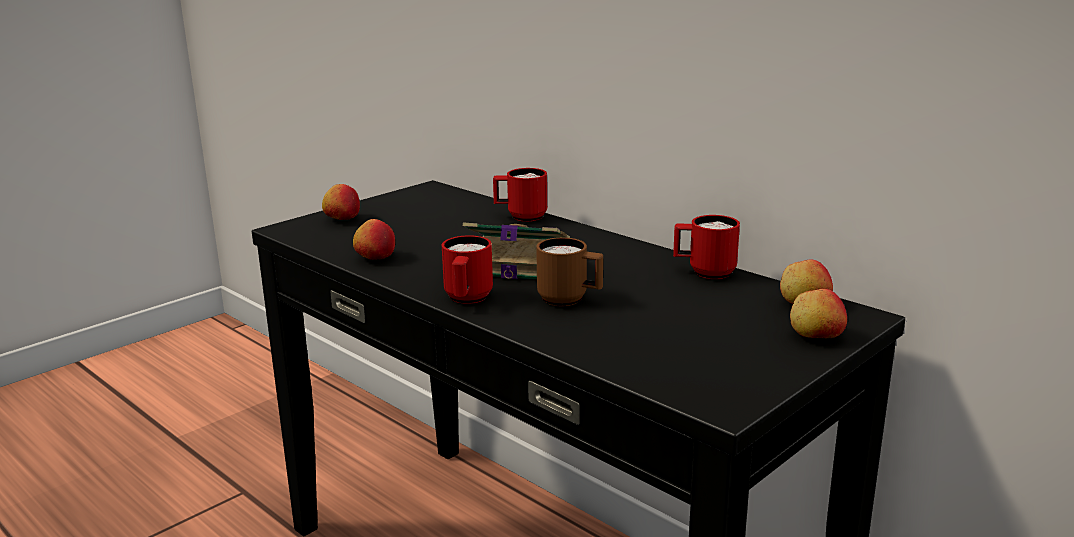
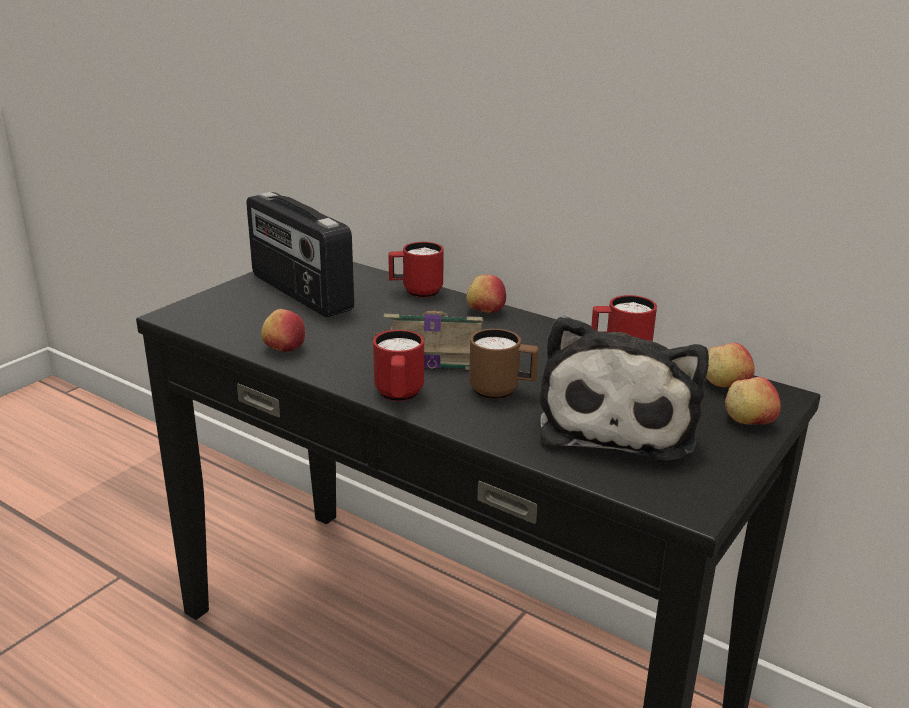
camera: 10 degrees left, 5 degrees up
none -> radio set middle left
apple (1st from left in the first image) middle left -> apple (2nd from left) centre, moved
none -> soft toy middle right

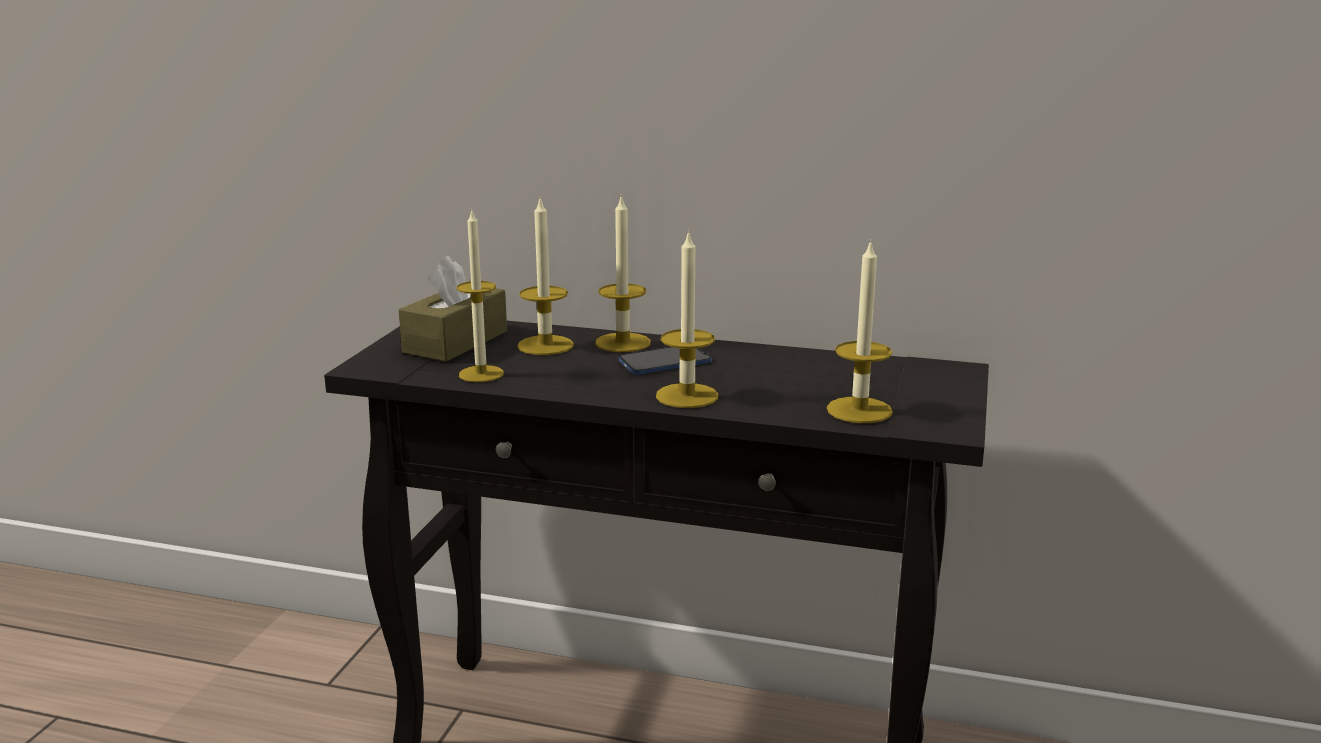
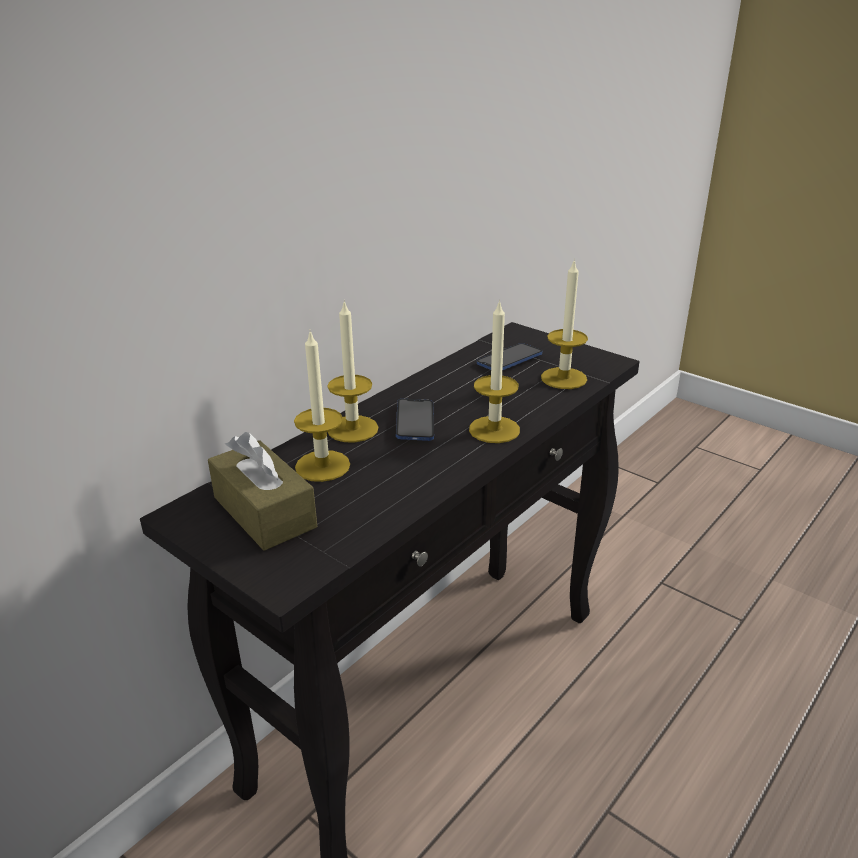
camera: 65 degrees left, 10 degrees up
none -> phone (2nd from left) centre
candle (1st from left) centre -> none

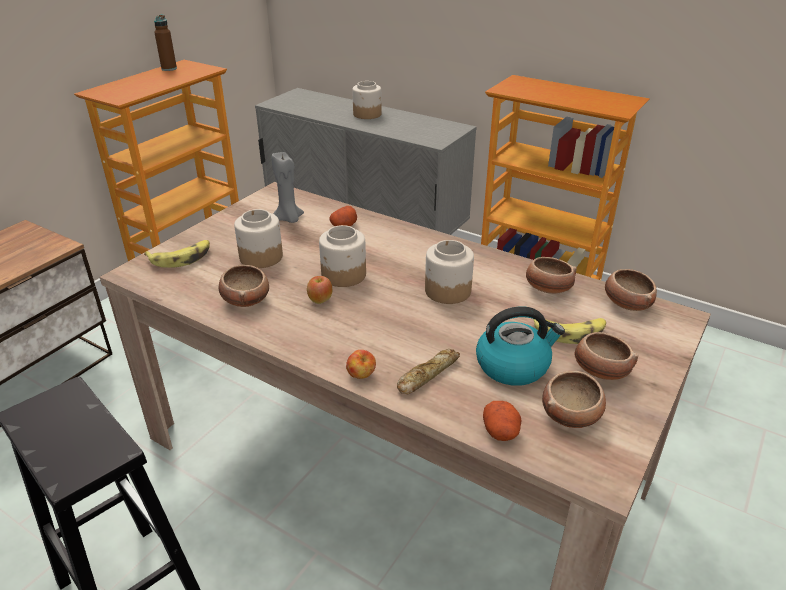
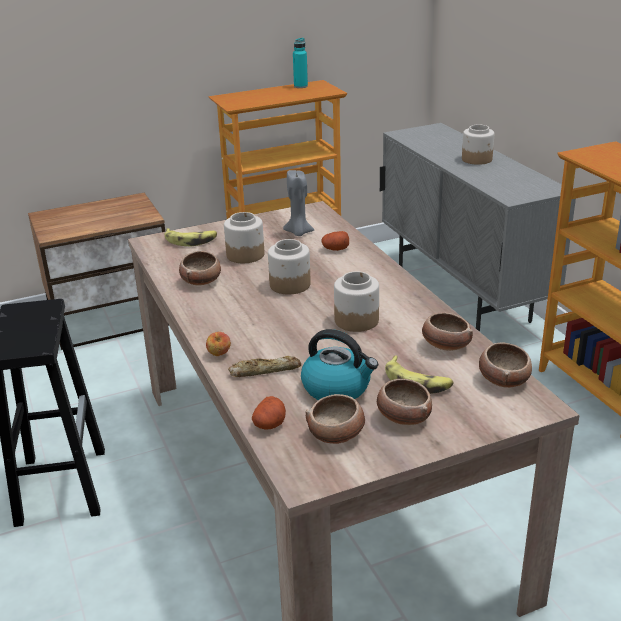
camera: 35 degrees right, 5 degrees down
brownish drink bottle top left -> turquoise drink bottle top centre
apple (1st from left) centre -> none

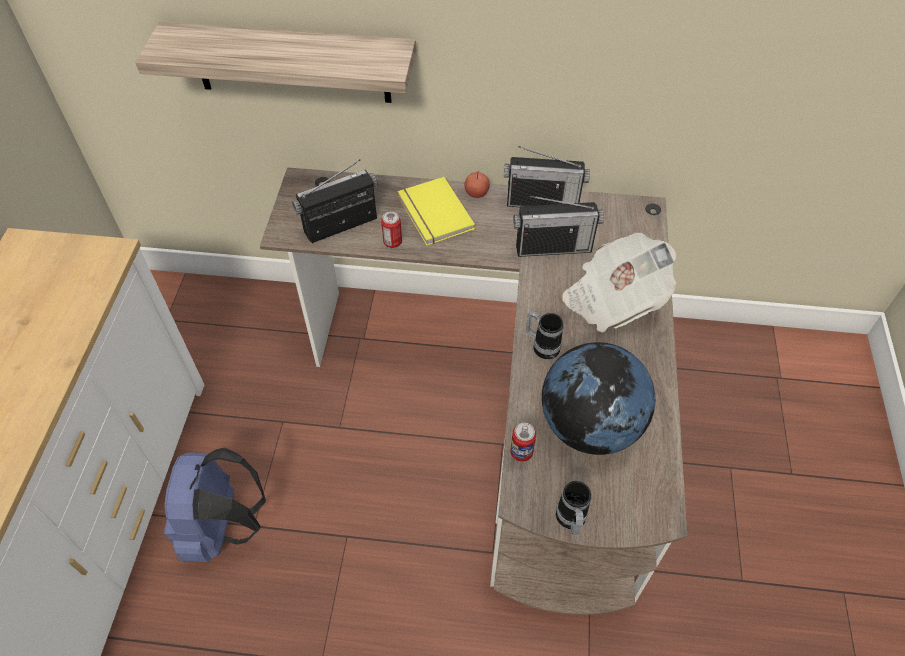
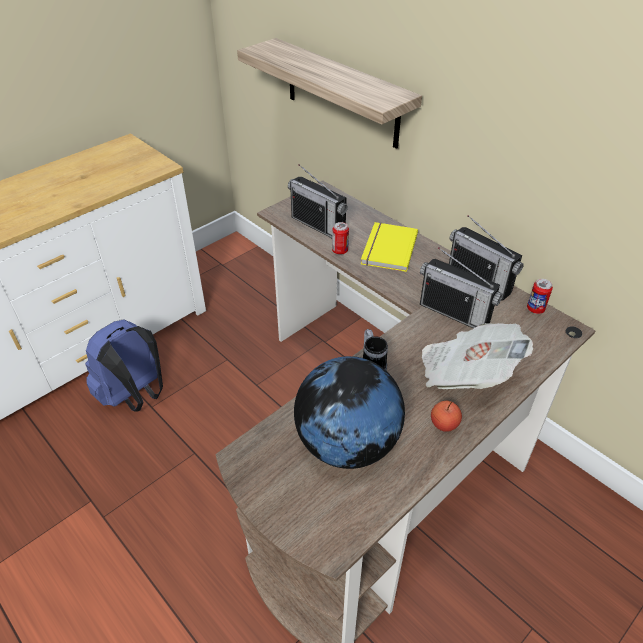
camera: 40 degrees right, 10 degrees down
radio set (1st from left) top centre, 150 degrees counterclockwise
apple top centre -> apple middle right, moved
sealed can (2nd from left) bottom centre -> sealed can (2nd from left) middle right, moved
tea mug (2nd from left) bottom centre -> none

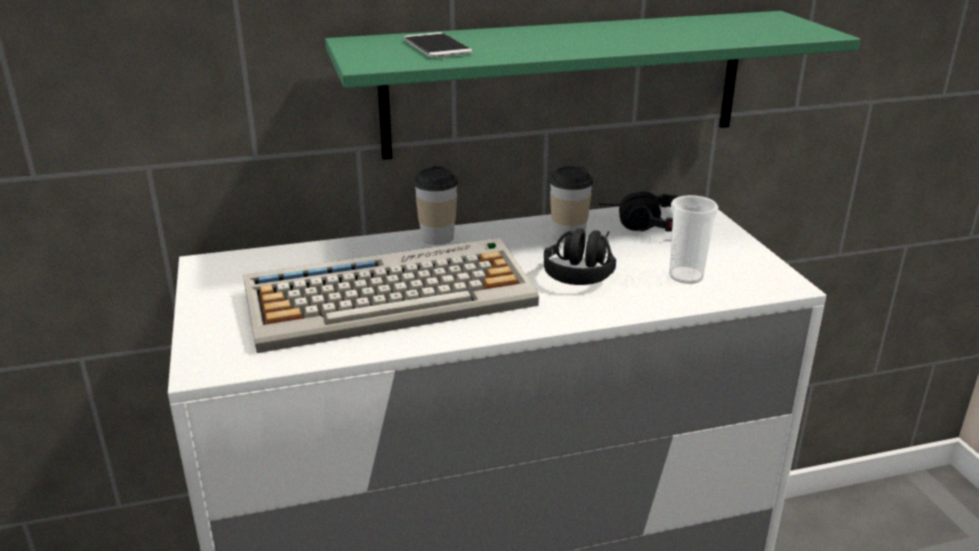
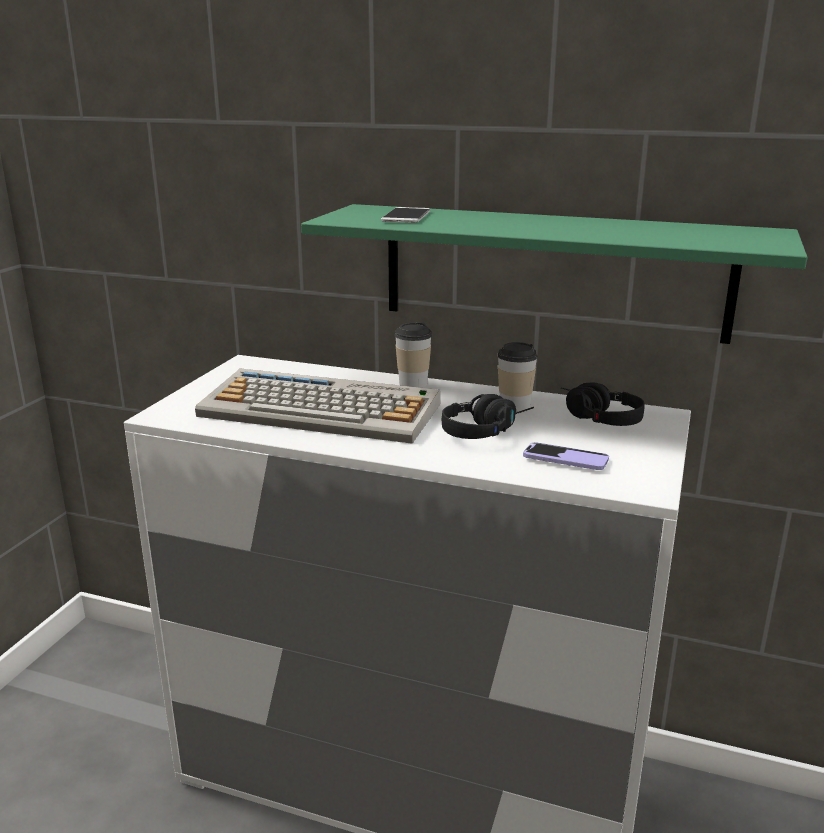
camera: 35 degrees right, 5 degrees down
small cup (3rd from left) middle right -> phone (2nd from left) middle right

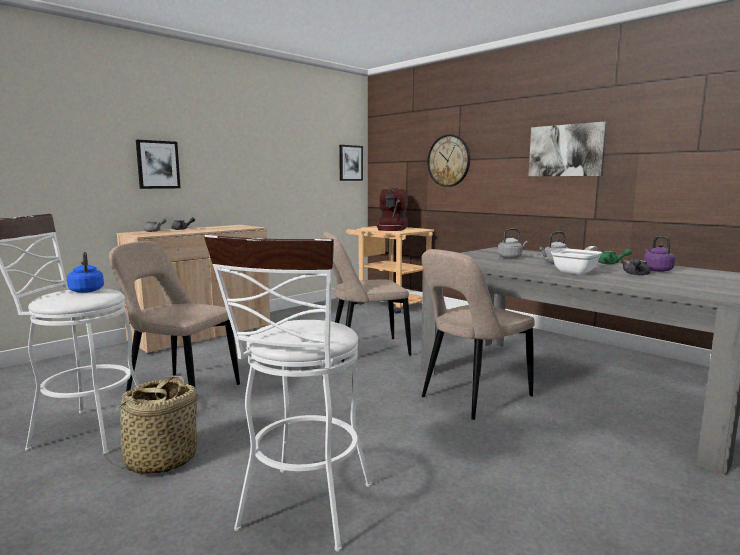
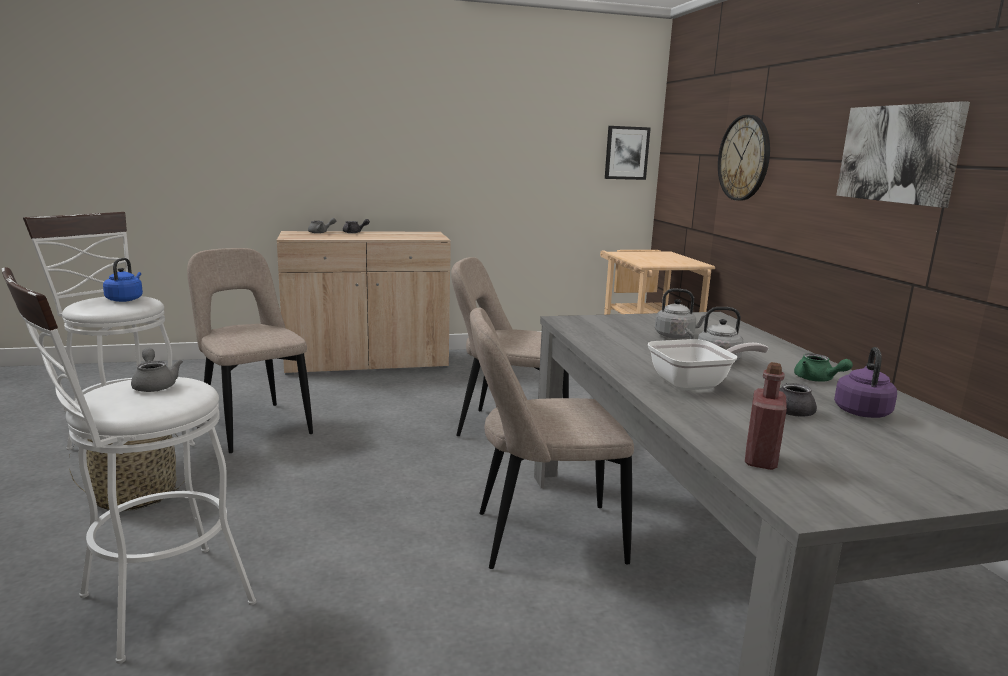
camera: 30 degrees right, 5 degrees up
none -> grey tea pot (1st from left) middle left
none -> red-coloured drink bottle middle right
picture (1st from left) top left -> none
coffee maker centre -> none

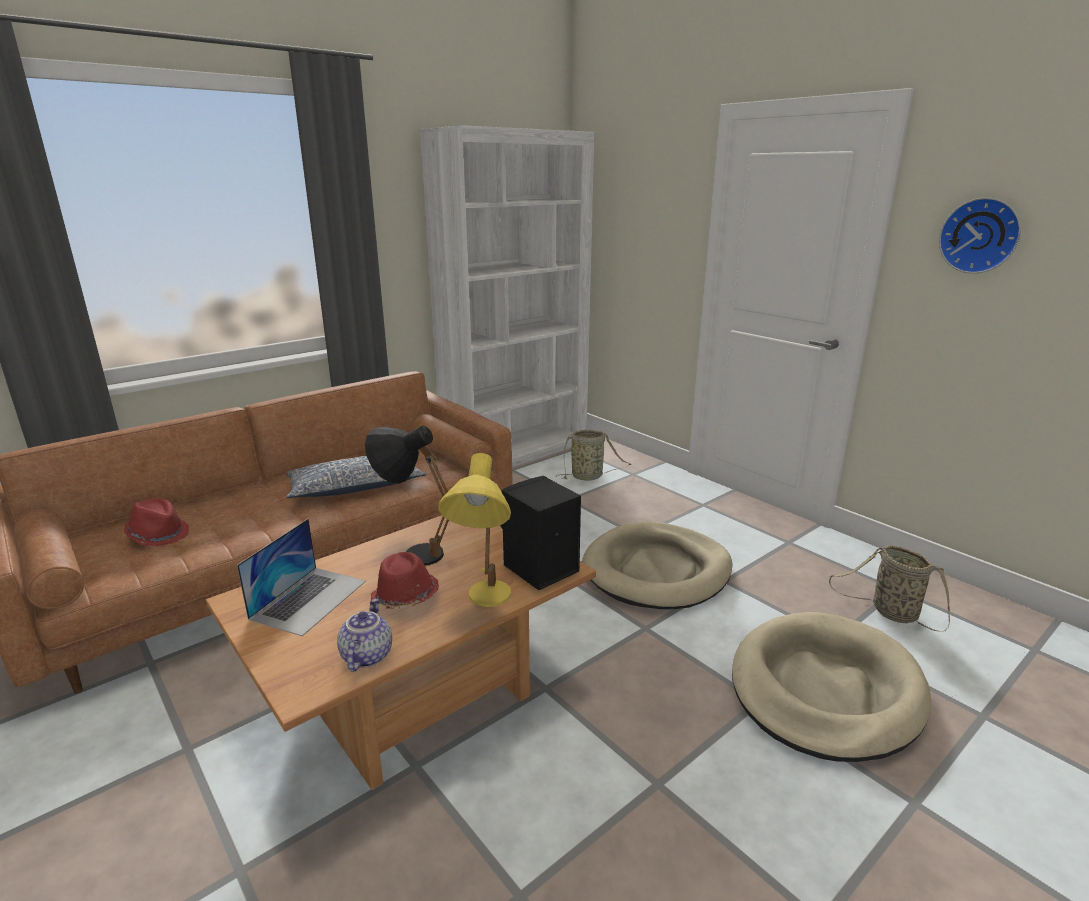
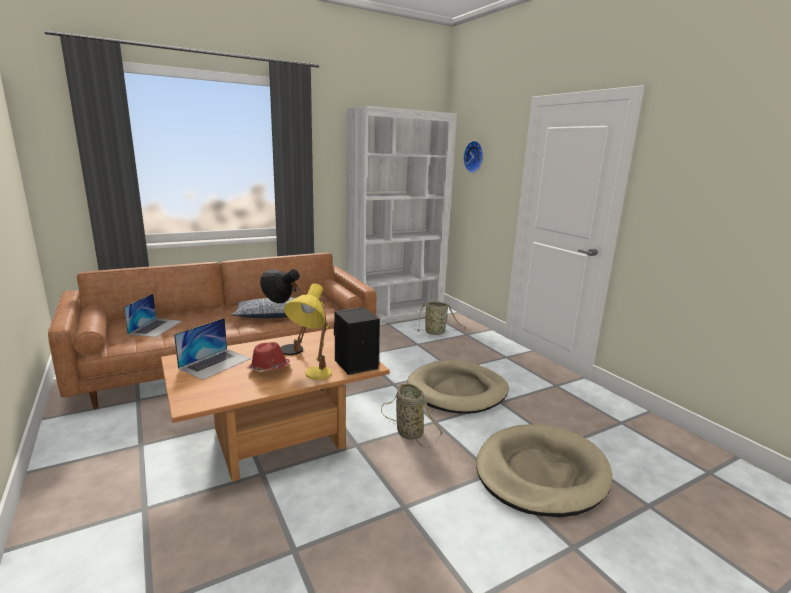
camera: 10 degrees right, 5 degrees down
red-coloured wearable hat (1st from left) middle left -> portable computer (1st from left) middle left
basket (2nd from left in the first image) middle right -> basket (1st from left) bottom centre, moved
hanging clock top right -> hanging clock top centre, moved
tea pot bottom centre -> none

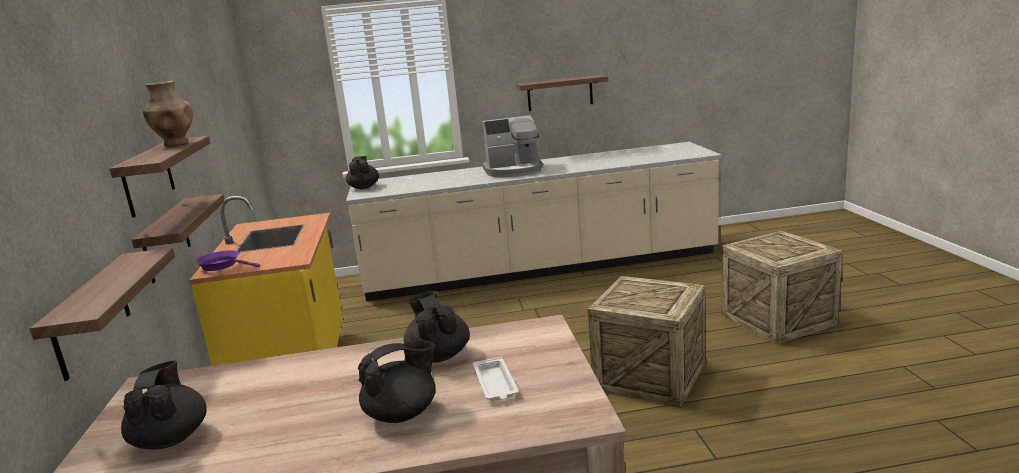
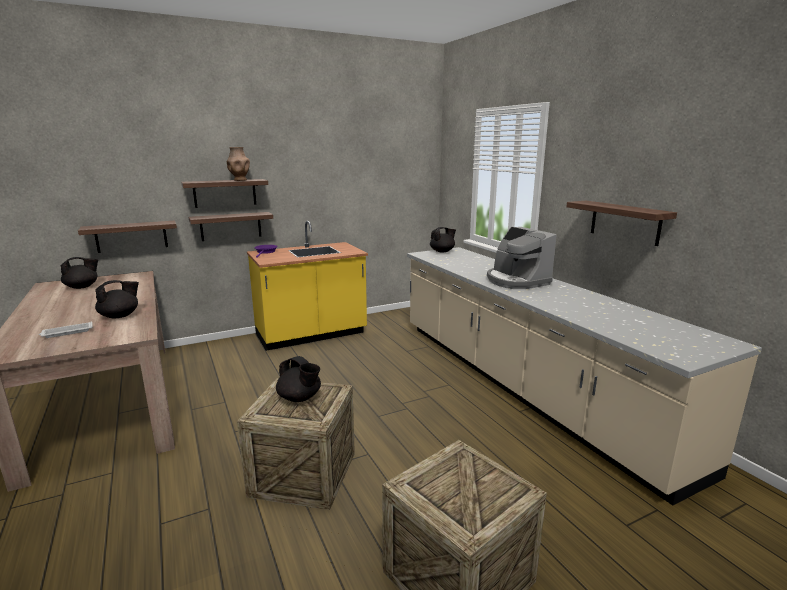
camera: 70 degrees right, 0 degrees up
black-coloured tea pot (3rd from left) bottom centre -> black-coloured tea pot (3rd from left) centre, moved

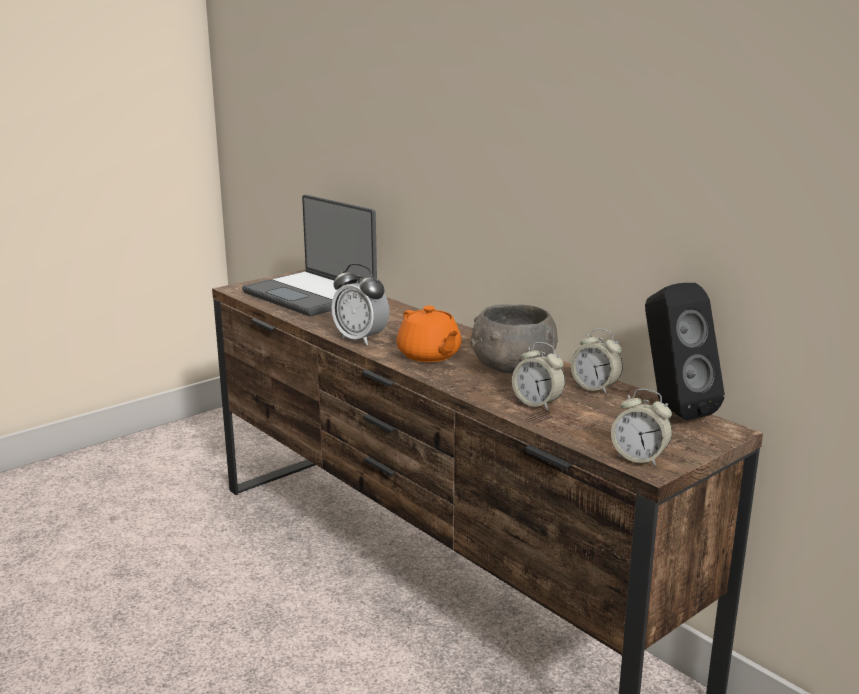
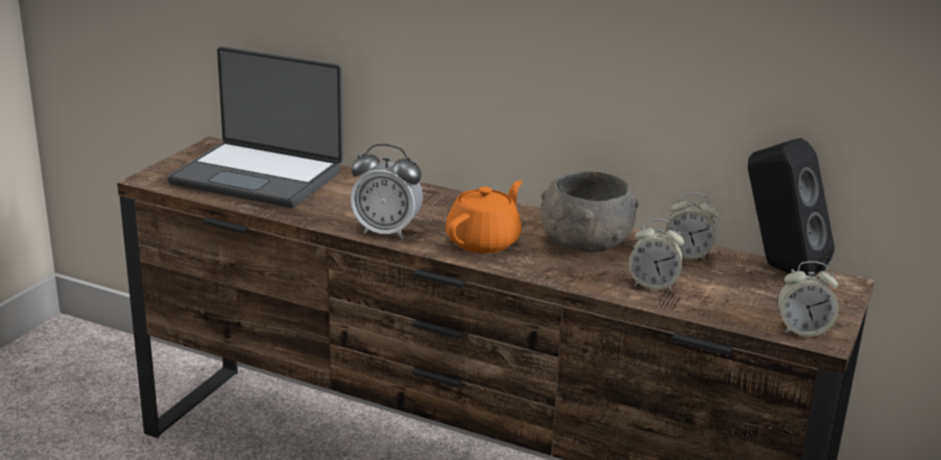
camera: 25 degrees left, 5 degrees up
orange-coloured tea pot centre, 90 degrees counterclockwise

